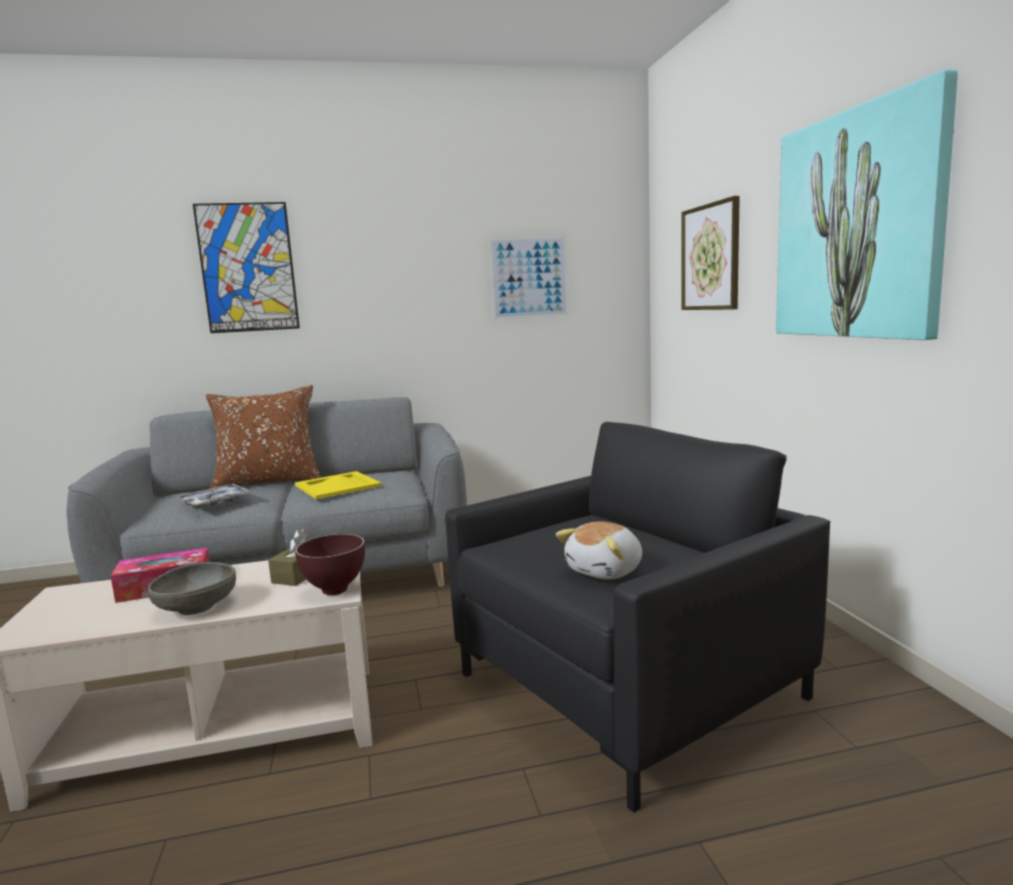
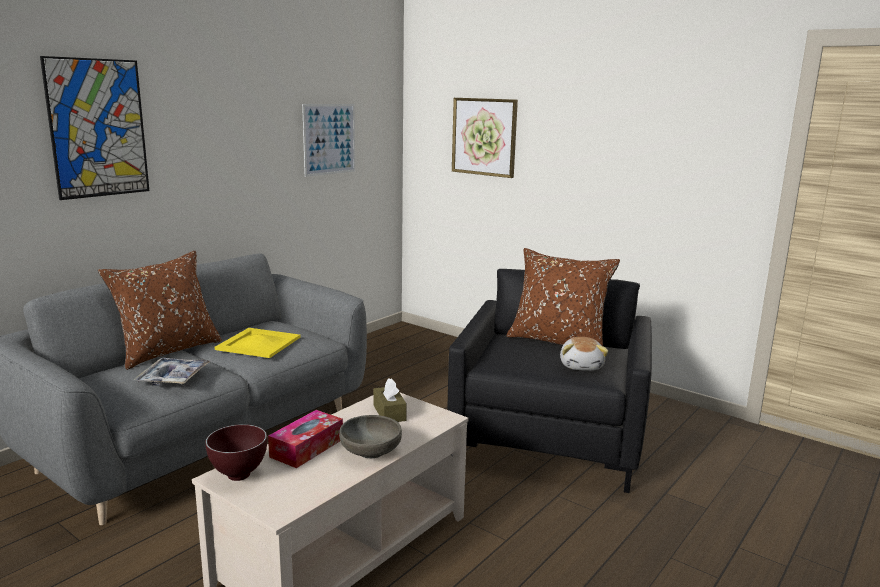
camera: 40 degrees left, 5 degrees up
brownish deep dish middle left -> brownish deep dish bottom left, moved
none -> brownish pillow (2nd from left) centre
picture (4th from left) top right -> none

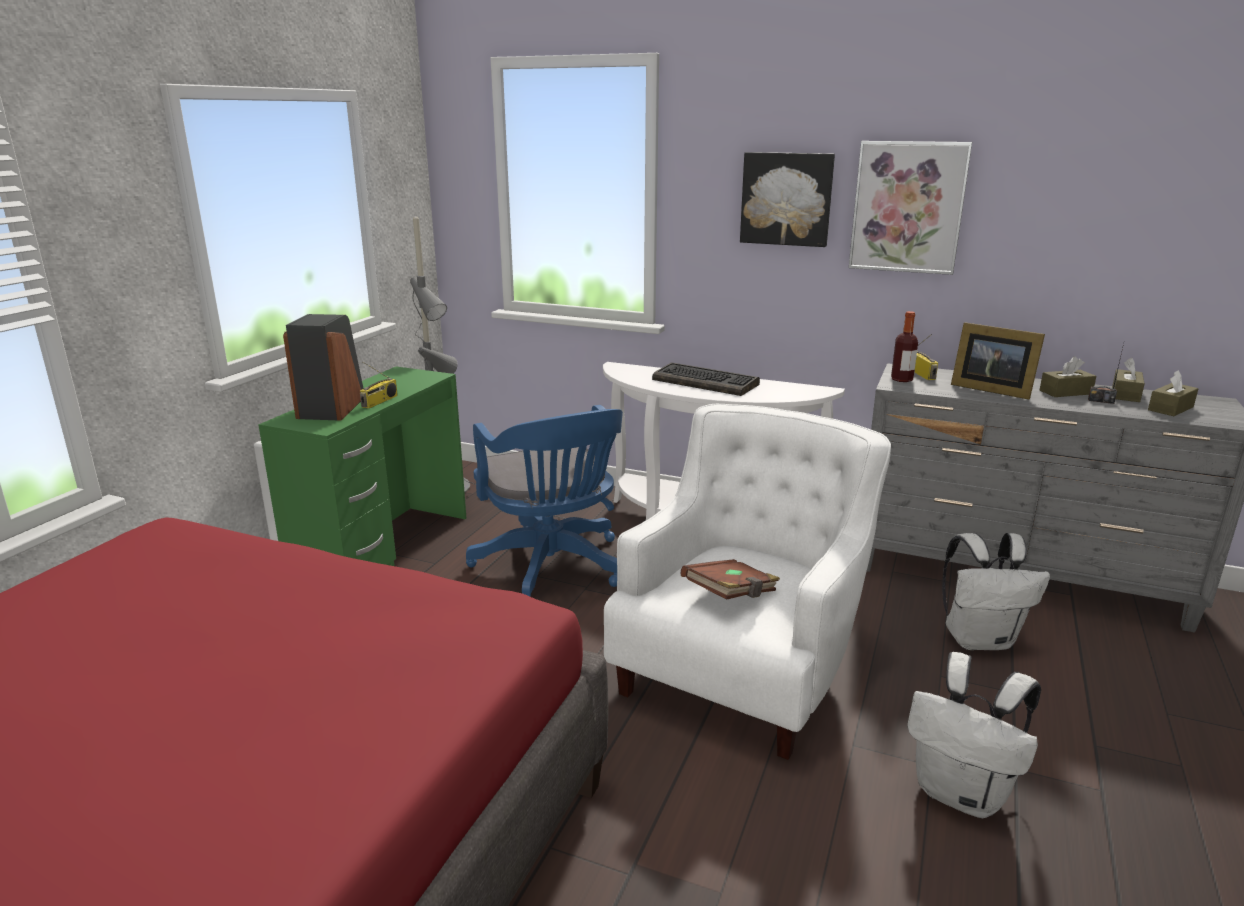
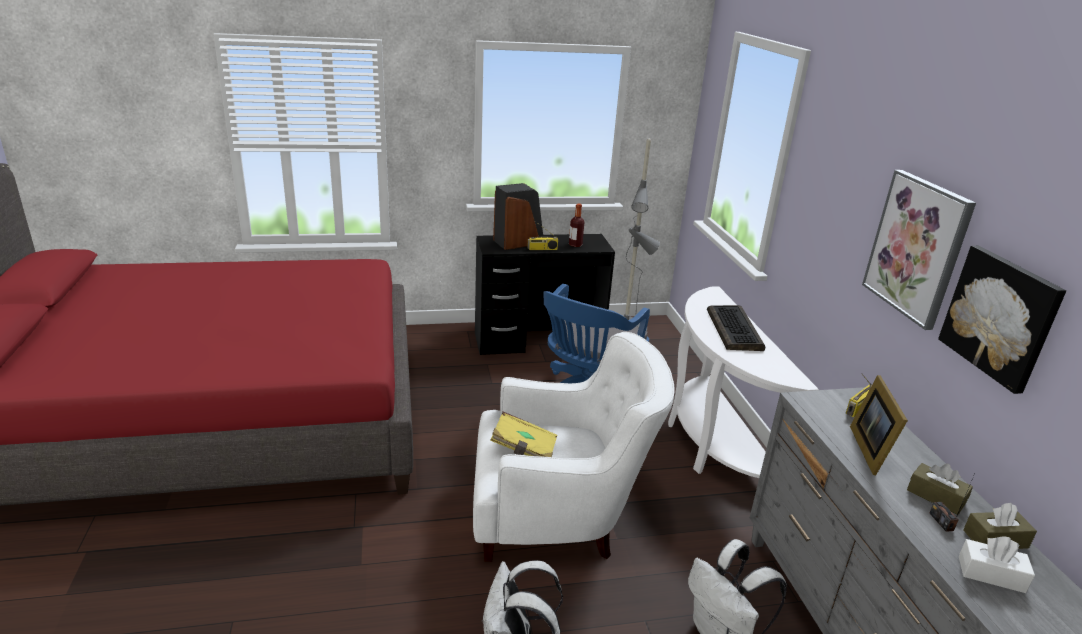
camera: 55 degrees right, 5 degrees up
greenish desk table middle left -> black-coloured desk table centre
brownish book centre -> yellow book bottom centre
drink bottle middle right -> drink bottle centre, moved
picture (1st from left in the first image) top centre -> picture (2nd from left) middle right, moved
brownish tissue box (3rd from left) middle right -> white-coloured tissue box bottom right

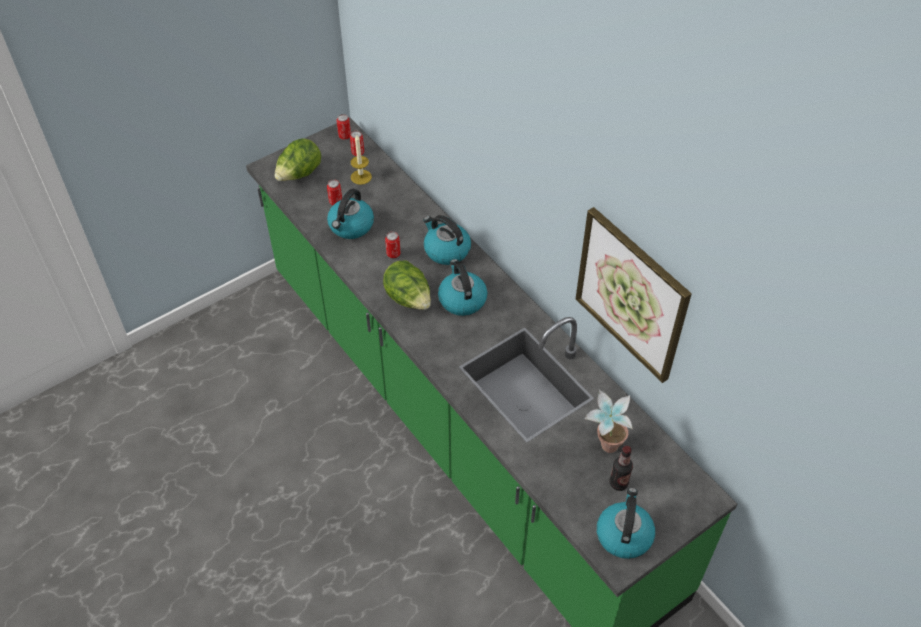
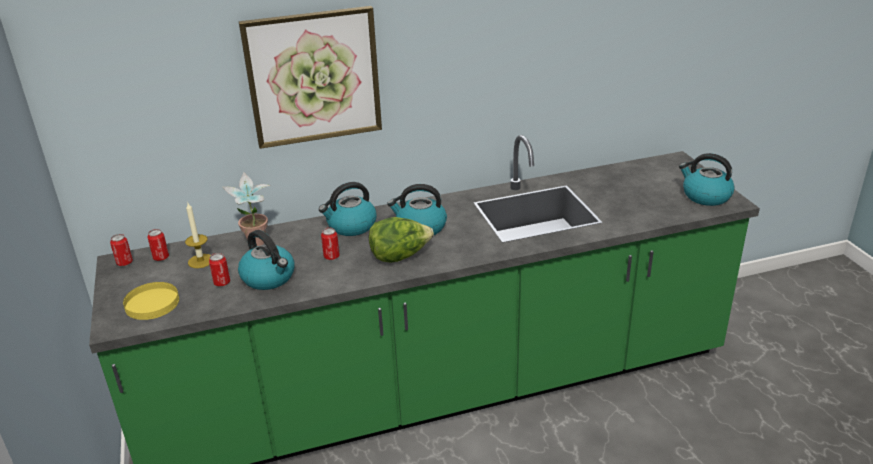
camera: 70 degrees left, 20 degrees down
head of lettuce (1st from left) top left -> yellow plate middle left
houseplant bottom centre -> houseplant middle left, moved
picture middle right -> picture top centre, moved
drink bottle bottom right -> none

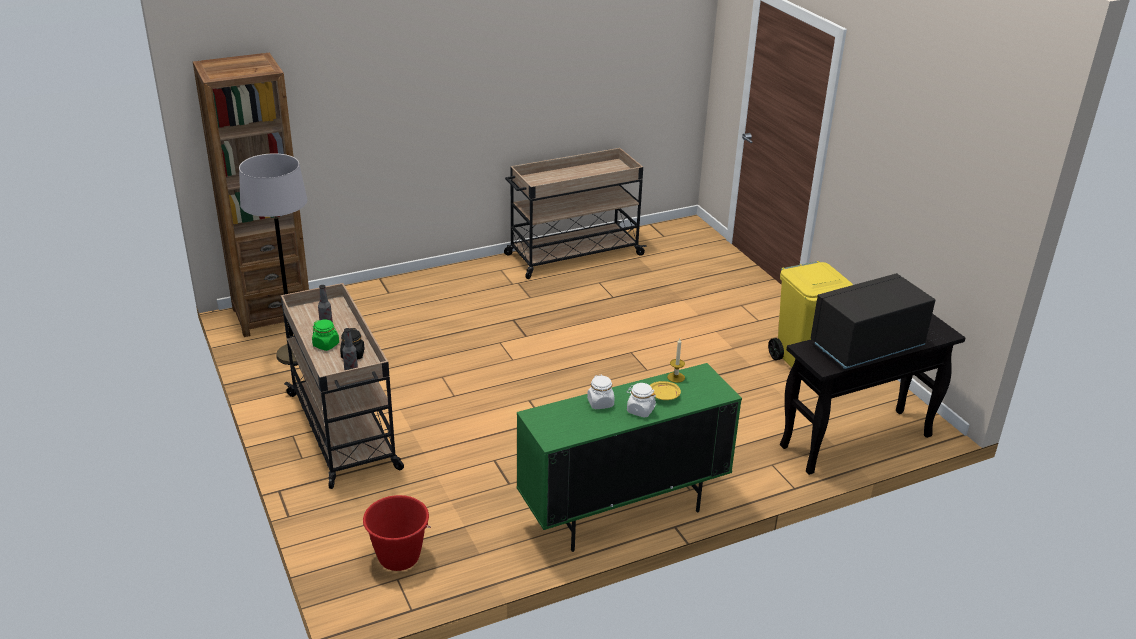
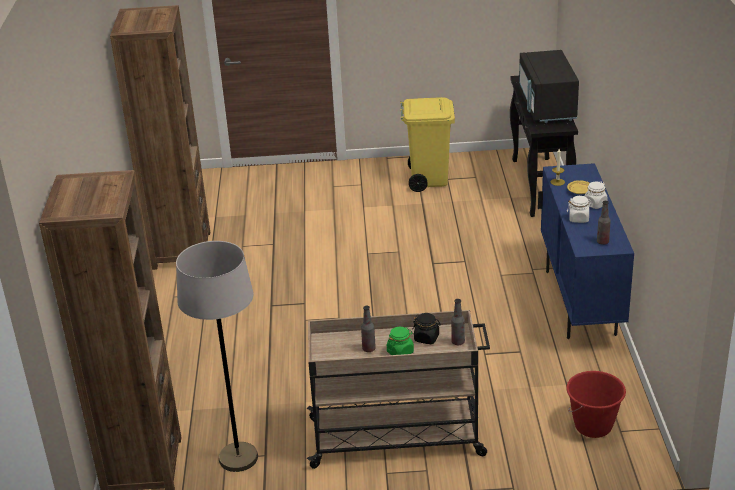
camera: 65 degrees left, 0 degrees up
beige trolley (2nd from left) centre -> brownish shelving unit (2nd from left) top left
greenish storage cabinet bottom centre -> bluish storage cabinet middle right
none -> drink bottle (3rd from left) middle right

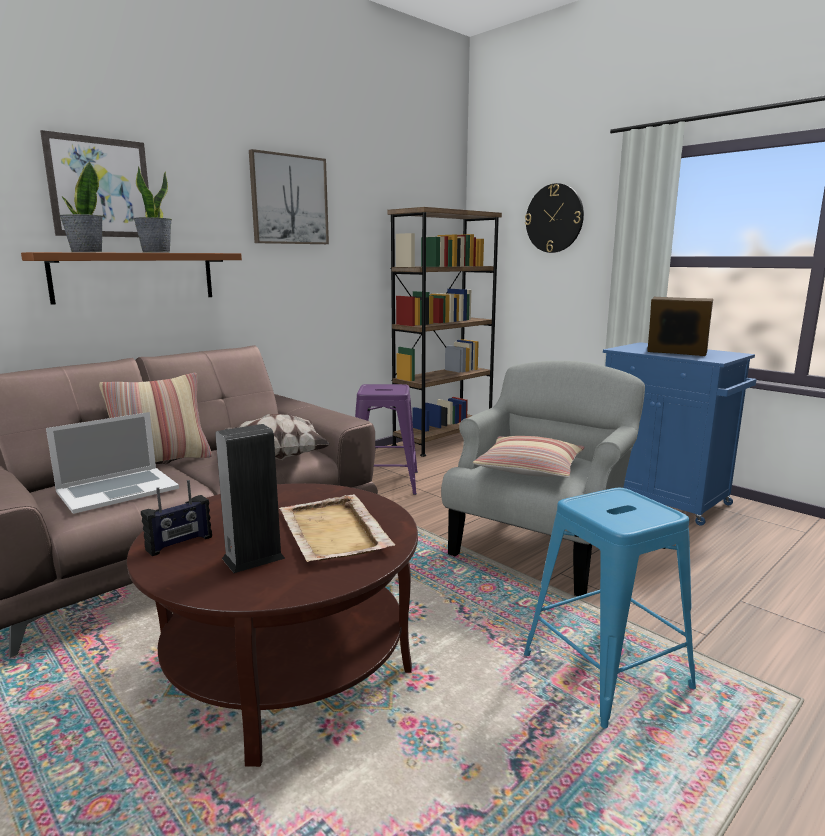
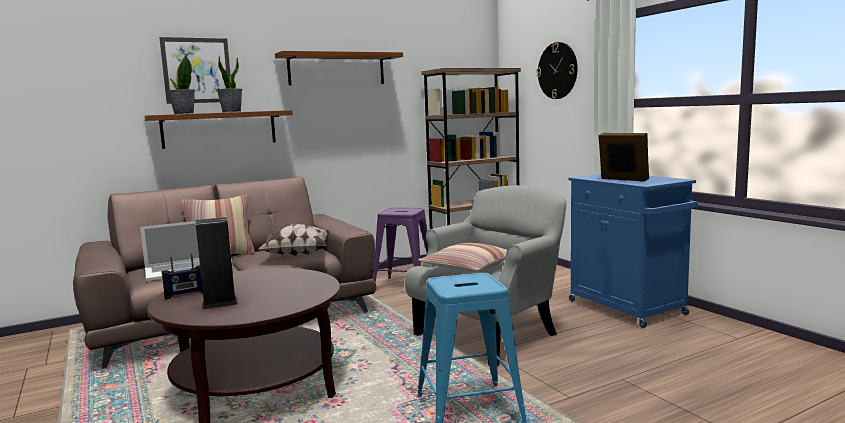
camera: 15 degrees right, 5 degrees down
picture (2nd from left) top centre -> brownish wall shelf (2nd from left) top centre
beige carrying tray centre -> none

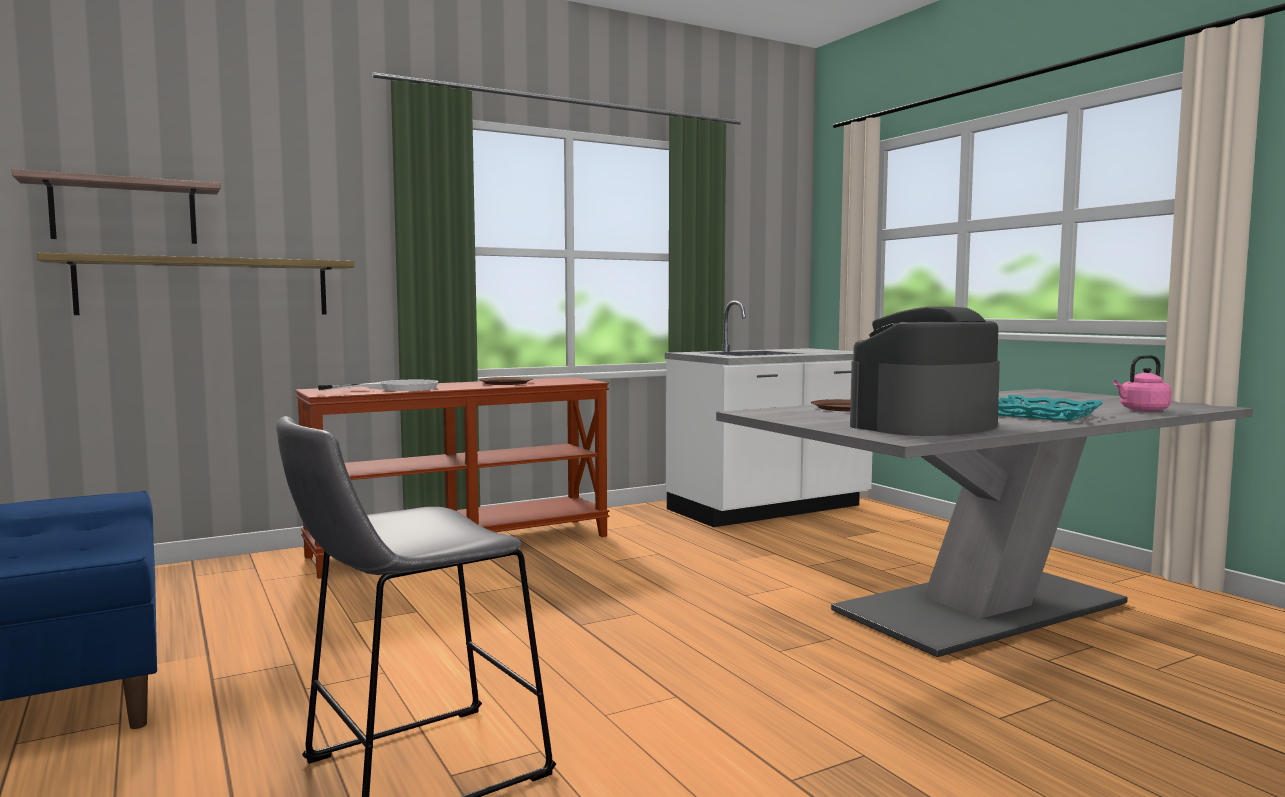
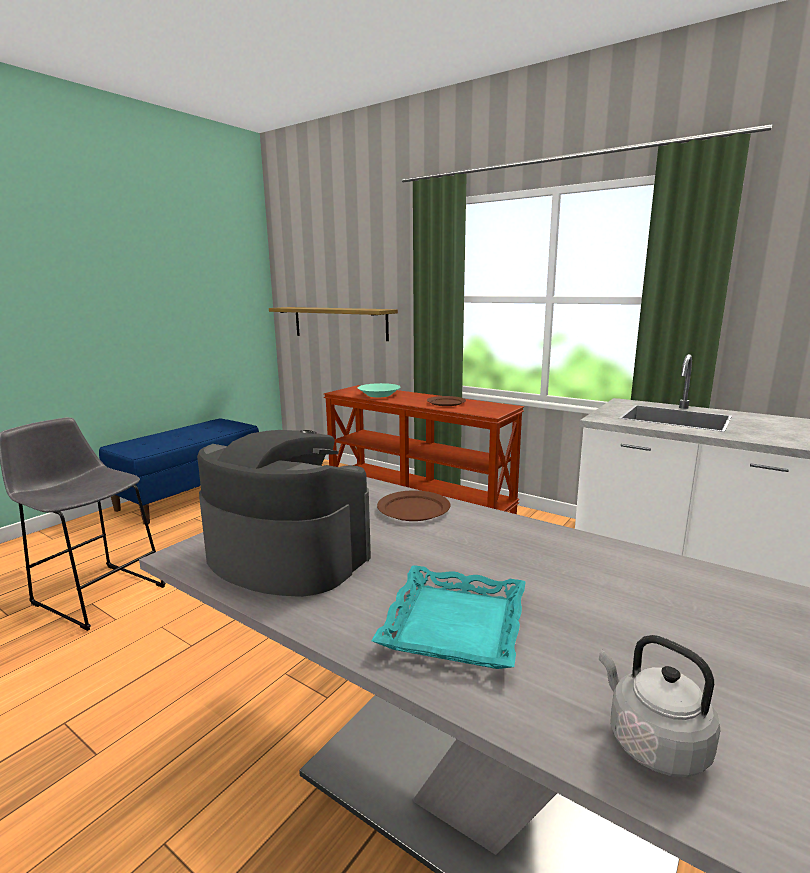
camera: 65 degrees right, 10 degrees up
white-coloured skillet middle left -> turquoise deep dish centre
pinkish water kettle middle right -> grey water kettle bottom right
wall shelf (1st from left) top left -> none

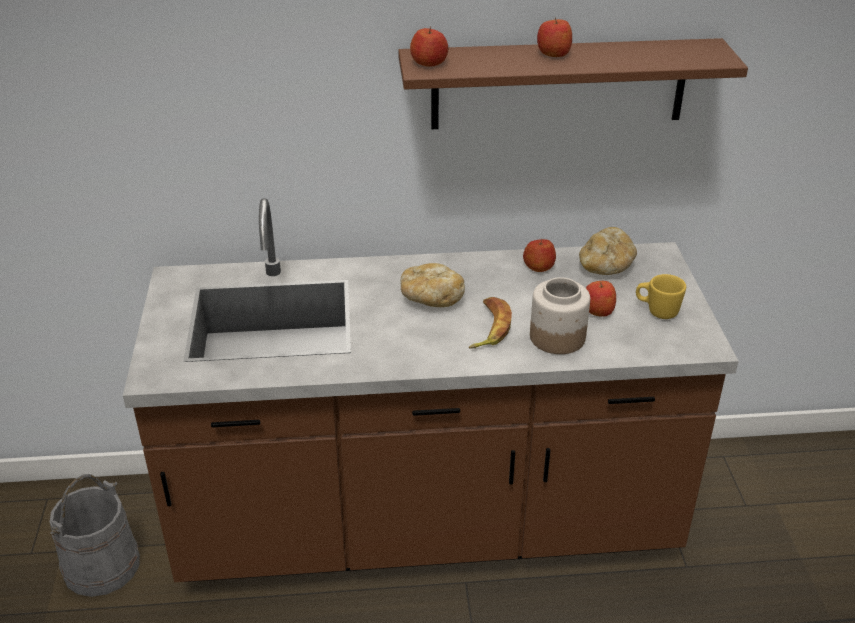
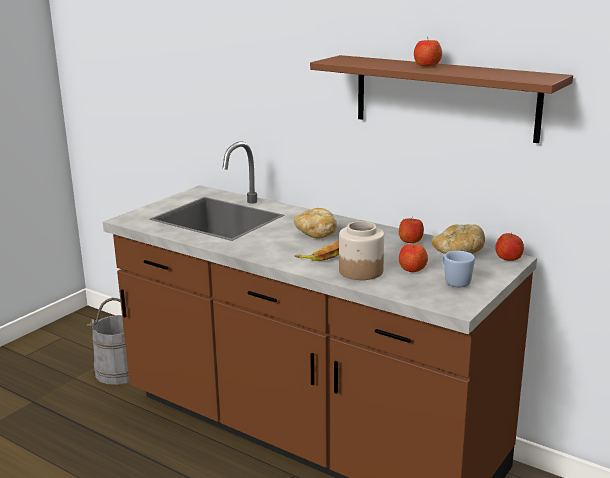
camera: 40 degrees right, 15 degrees down
yellow tea mug middle right -> bluish tea mug middle right
apple (1st from left in the first image) top centre -> apple (4th from left) middle right, moved

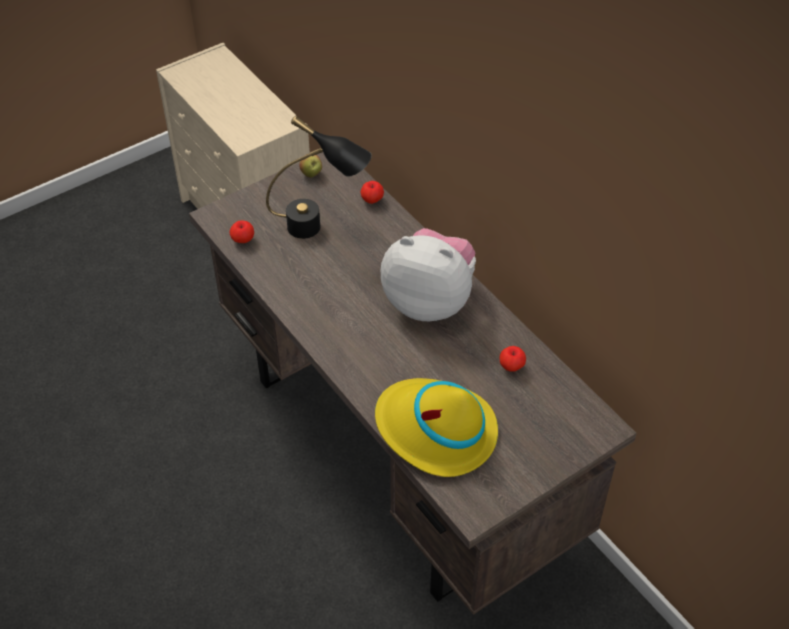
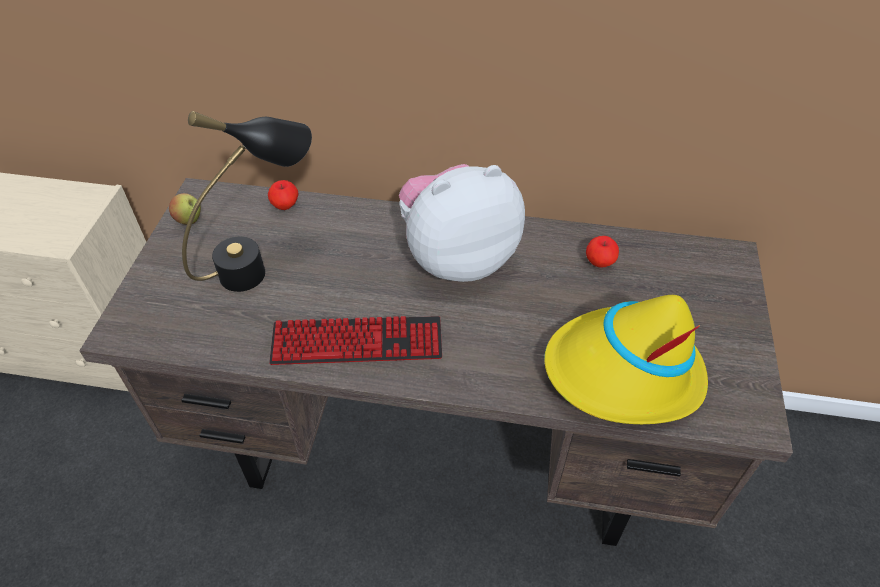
camera: 45 degrees left, 0 degrees up
none -> computer keyboard centre
apple (1st from left) middle left -> none

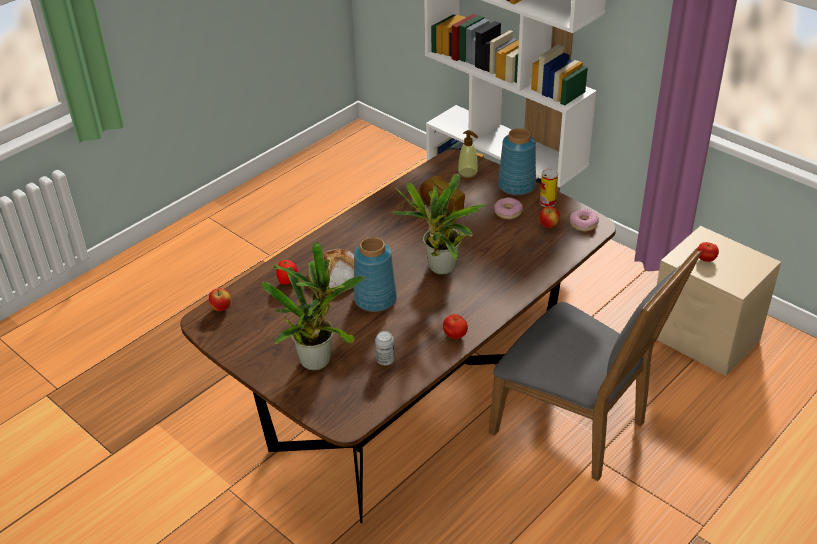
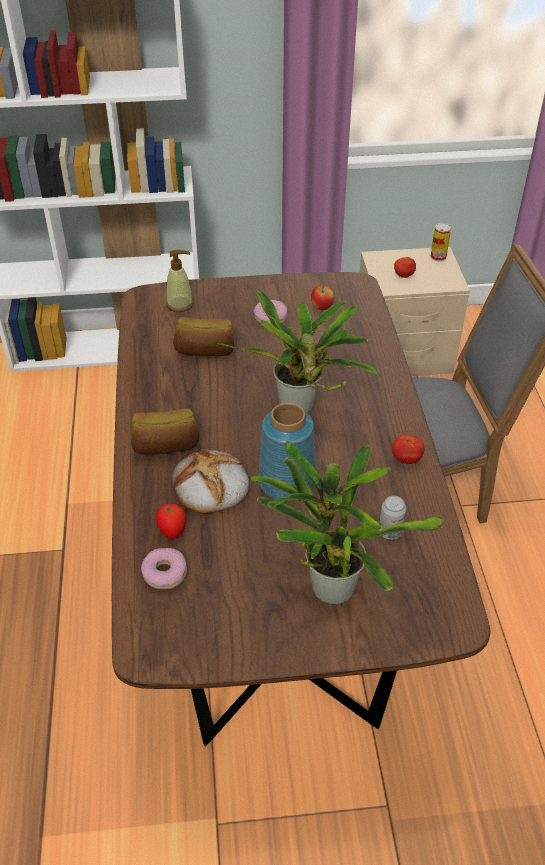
camera: 50 degrees left, 5 degrees up
none -> bakery bread (1st from left) middle left
donut (2nd from left in the first image) middle right -> donut (1st from left) middle left, moved
sealed can (2nd from left) middle right -> sealed can (2nd from left) top right, moved
apple (1st from left) middle left -> none
bluish vase (2nd from left) top centre -> none

